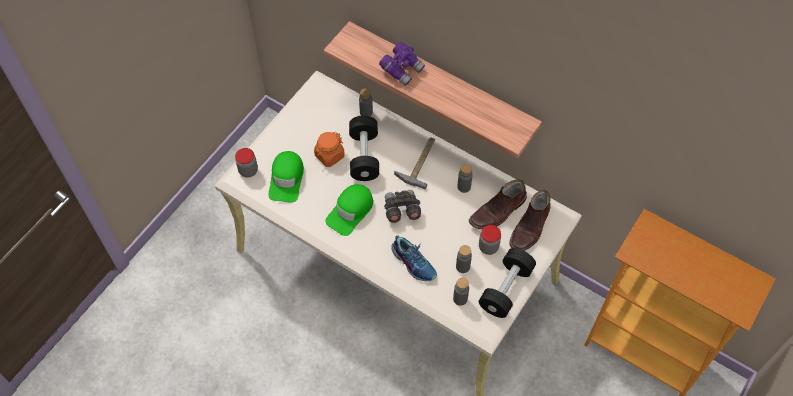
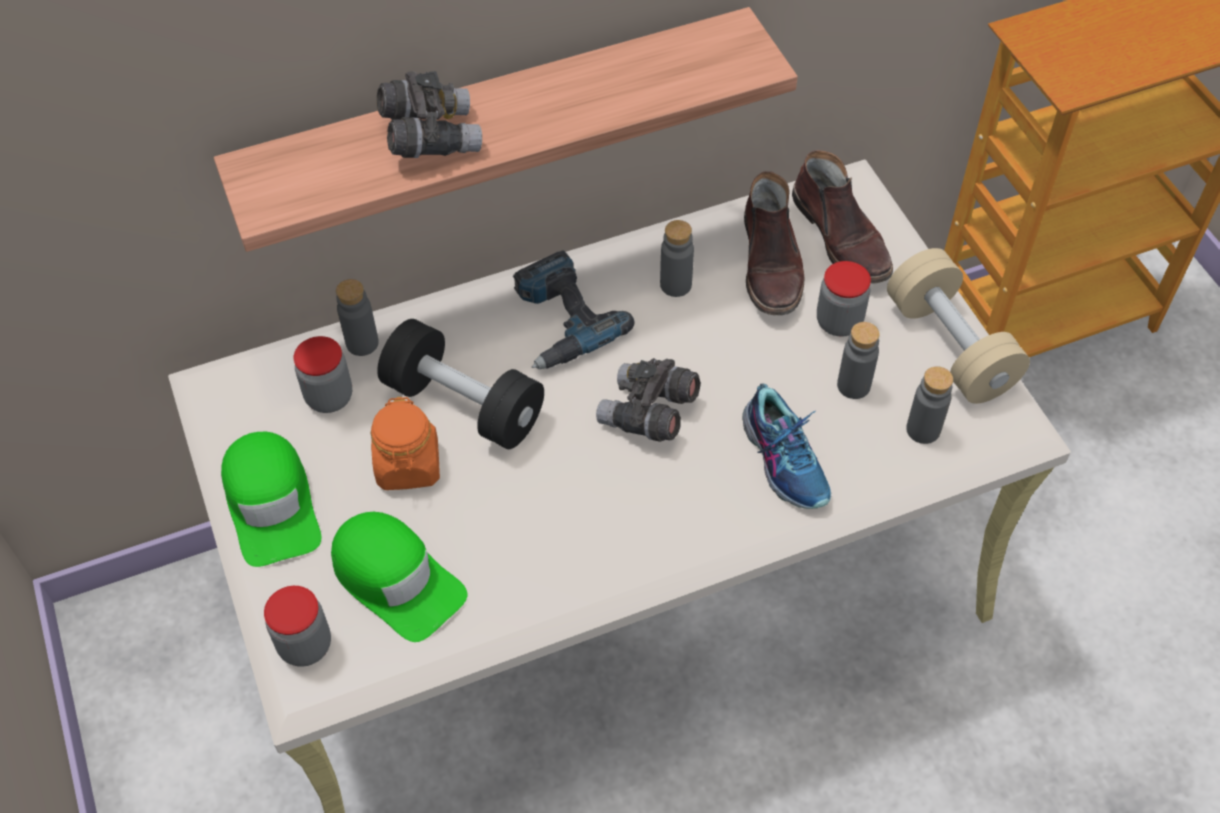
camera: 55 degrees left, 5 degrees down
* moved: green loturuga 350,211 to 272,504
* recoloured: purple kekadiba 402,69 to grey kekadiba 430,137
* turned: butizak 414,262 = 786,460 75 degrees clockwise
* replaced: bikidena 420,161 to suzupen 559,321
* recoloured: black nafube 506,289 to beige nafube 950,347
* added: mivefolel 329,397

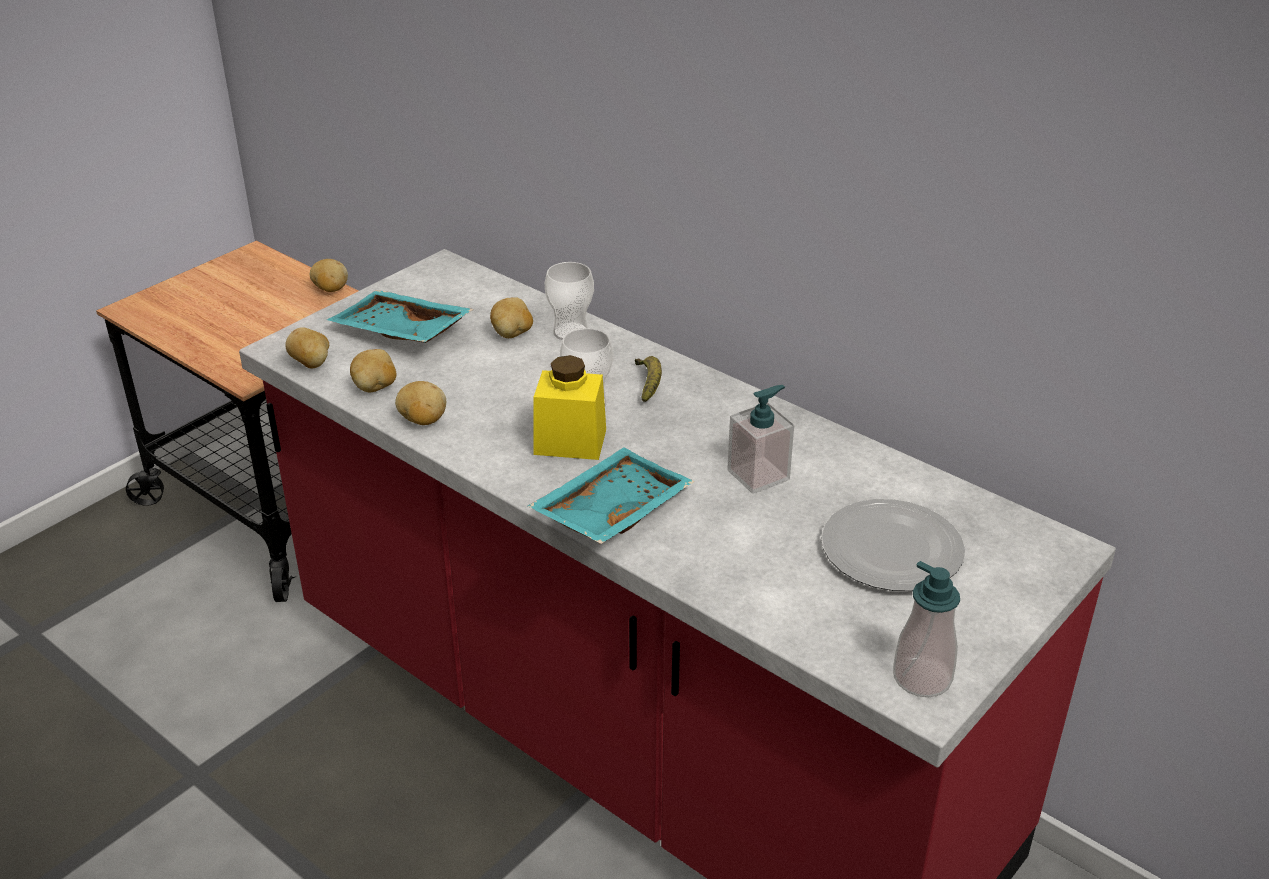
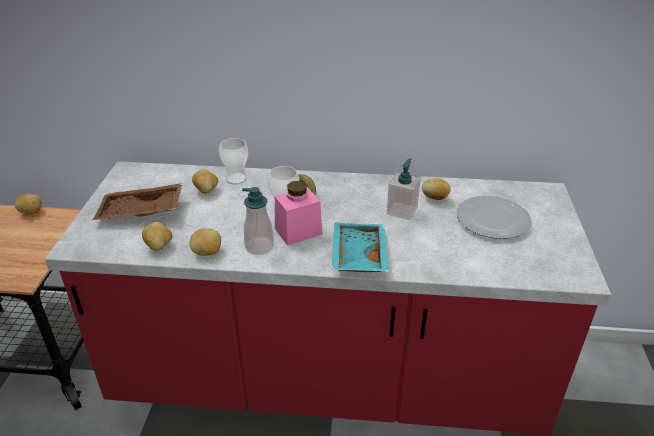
camera: 35 degrees left, 0 degrees up
* moved: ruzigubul 311,364 to 435,198
* recoloured: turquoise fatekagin 399,333 to brown fatekagin 141,212
* recoloured: yellow mivefolel 570,442 to pink mivefolel 298,231
* moved: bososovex 922,678 to 259,246

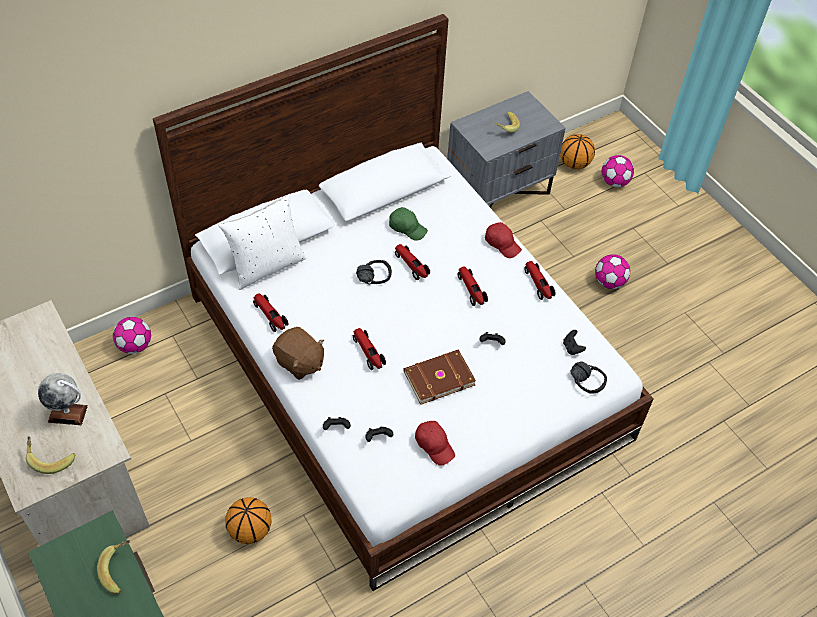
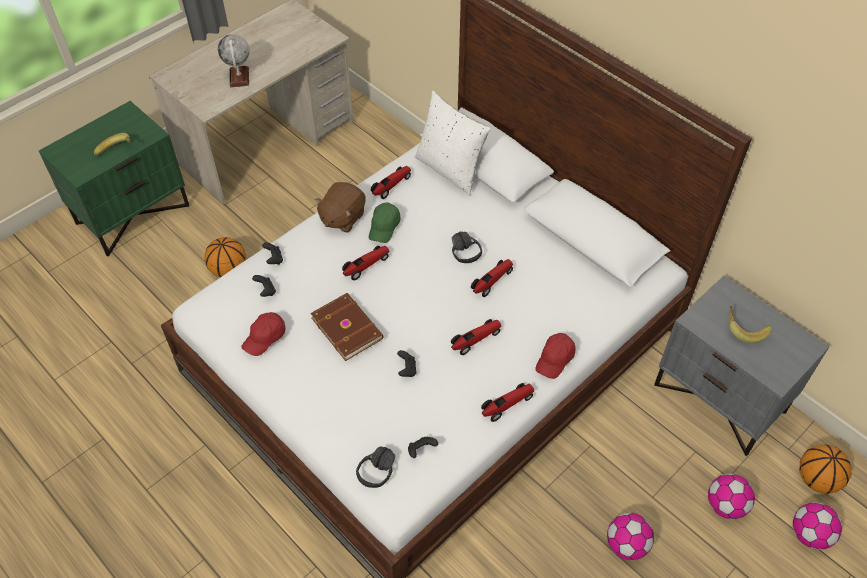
camera: 80 degrees right, 0 degrees up
* removed: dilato 51,458
* moved: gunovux 135,346 to 725,505
* moved: green loturuga 407,228 to 384,227

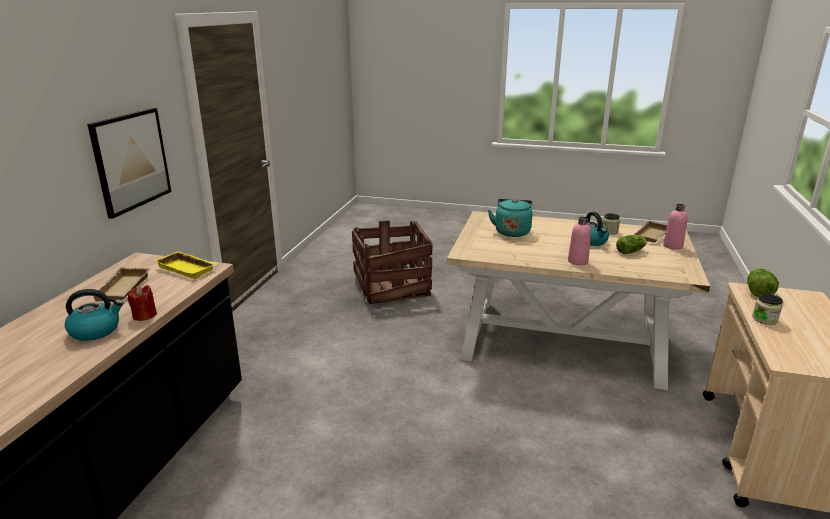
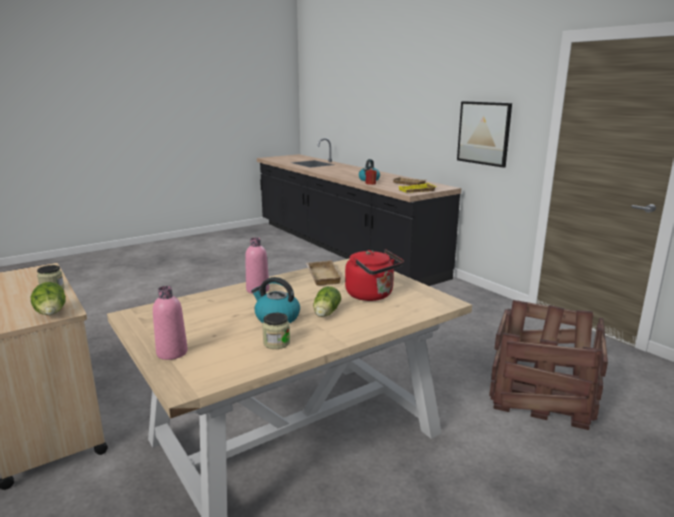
camera: 130 degrees right, 5 degrees down
* recoloured: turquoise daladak 512,231 to red daladak 372,295
* moved: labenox 631,251 to 325,313
* moved: beige fatekagin 653,236 to 321,276

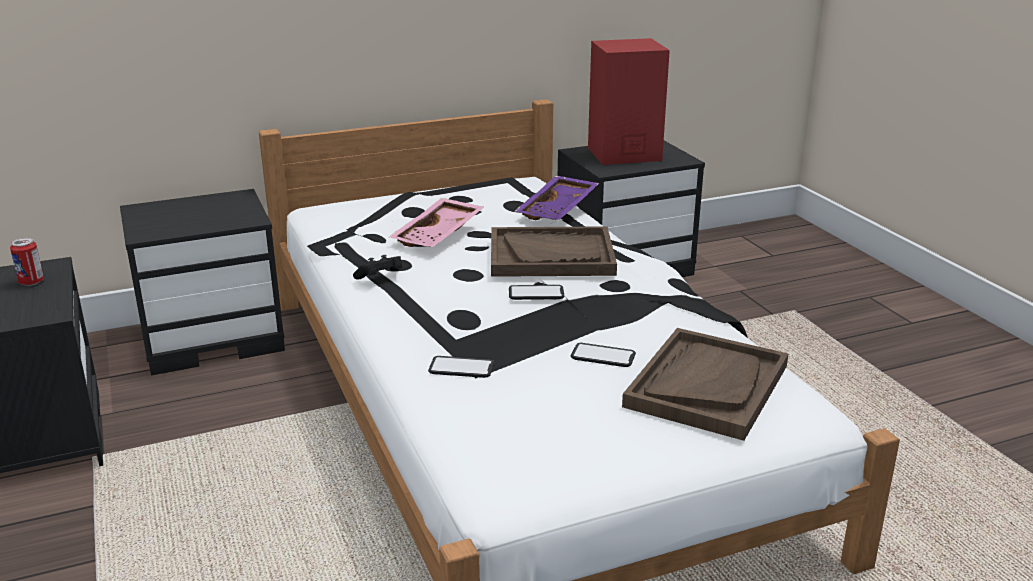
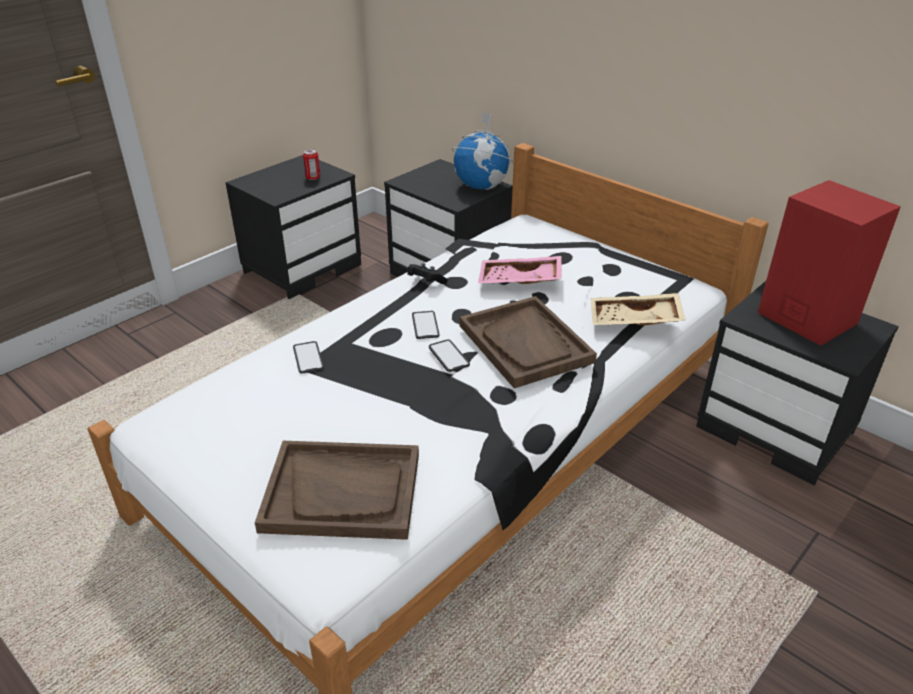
camera: 65 degrees right, 10 degrees up
* recoloured: purple fatekagin 559,209 to beige fatekagin 634,321
* moved: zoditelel 603,356 to 425,325
* added: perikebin 481,186

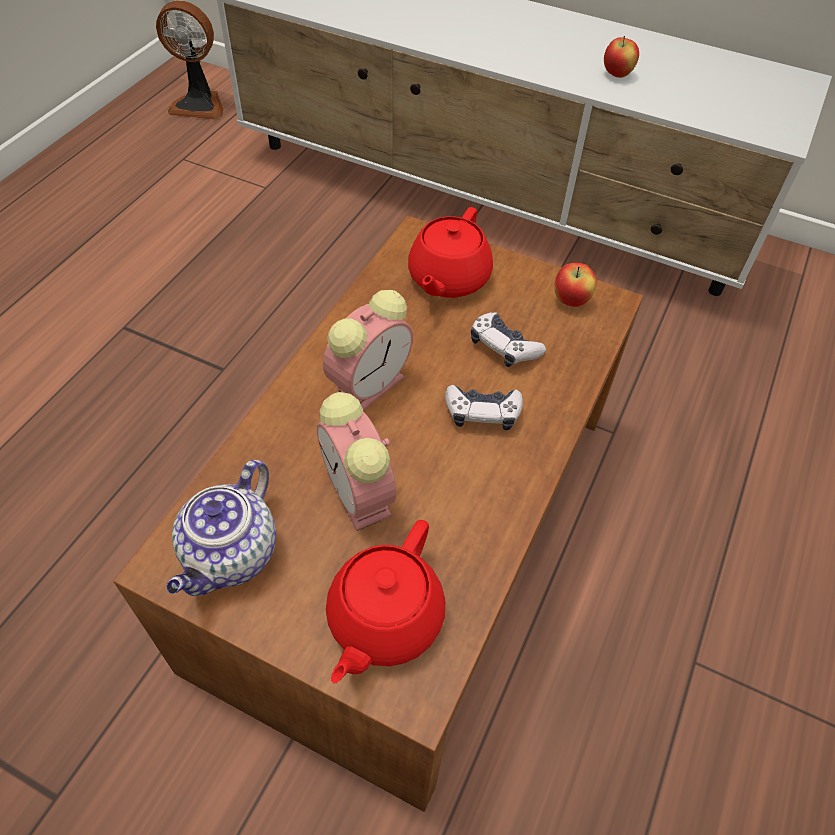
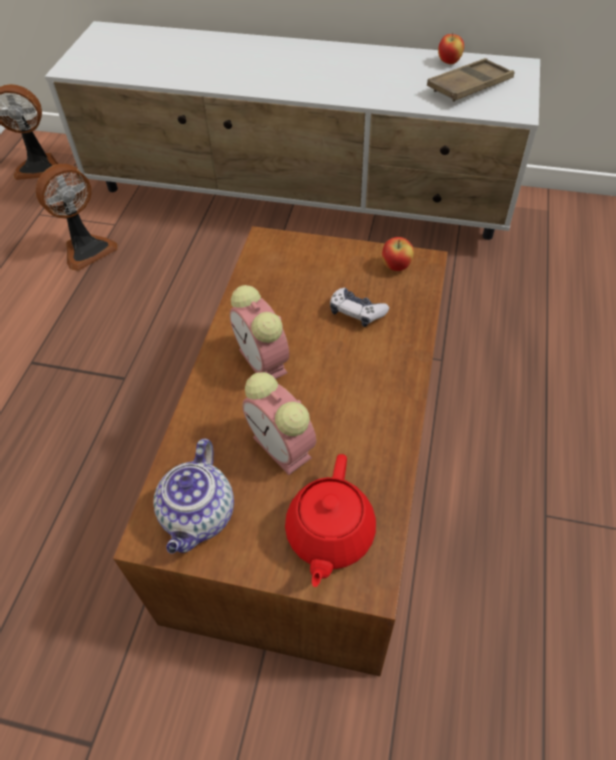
camera: 10 degrees left, 0 degrees up
* turned: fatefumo 370,384 = 265,362 120 degrees clockwise
* removed: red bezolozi 447,279
* removed: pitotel 482,413
* moved: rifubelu 617,75 to 449,62
* added: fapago 87,249
* added: brown fatekagin 469,86

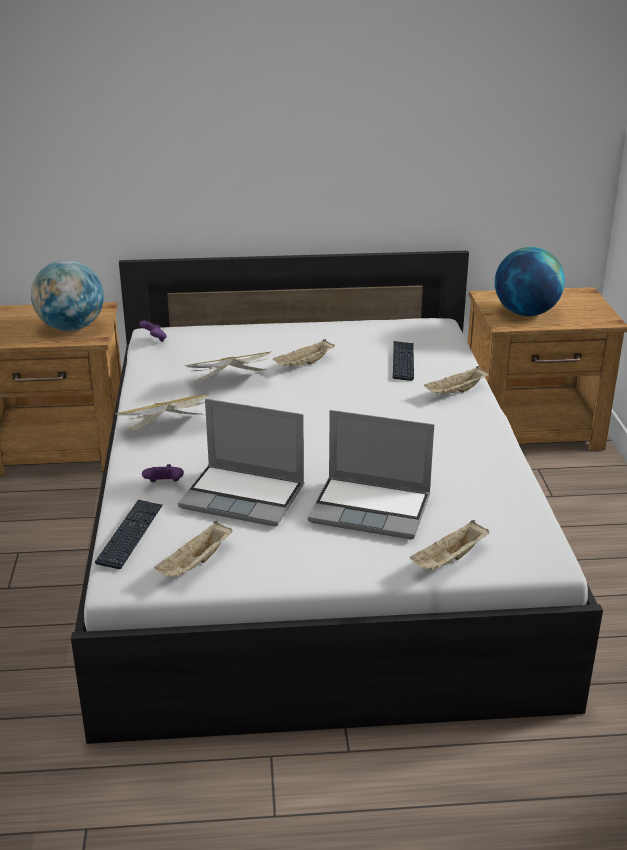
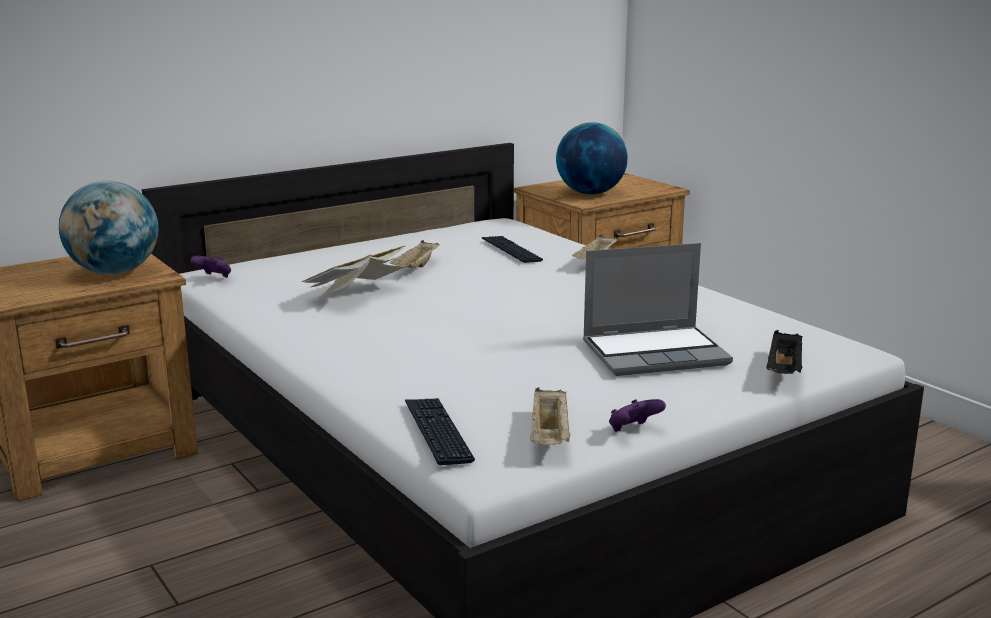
camera: 30 degrees left, 10 degrees down
* removed: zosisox 164,428
* moved: purple pitotel 164,485 to 633,430
* removed: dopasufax 245,496
* recoloured: beige fatekagin 449,560 to black fatekagin 784,370

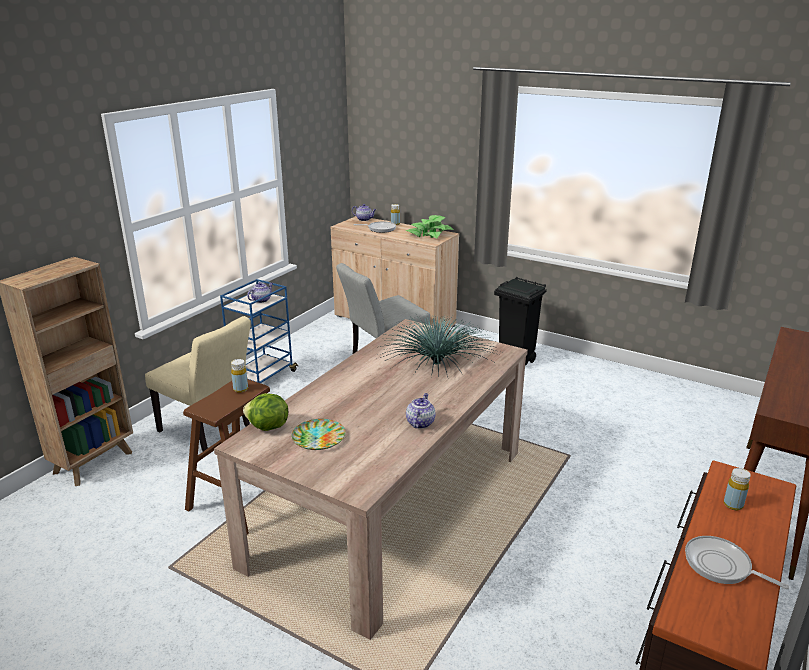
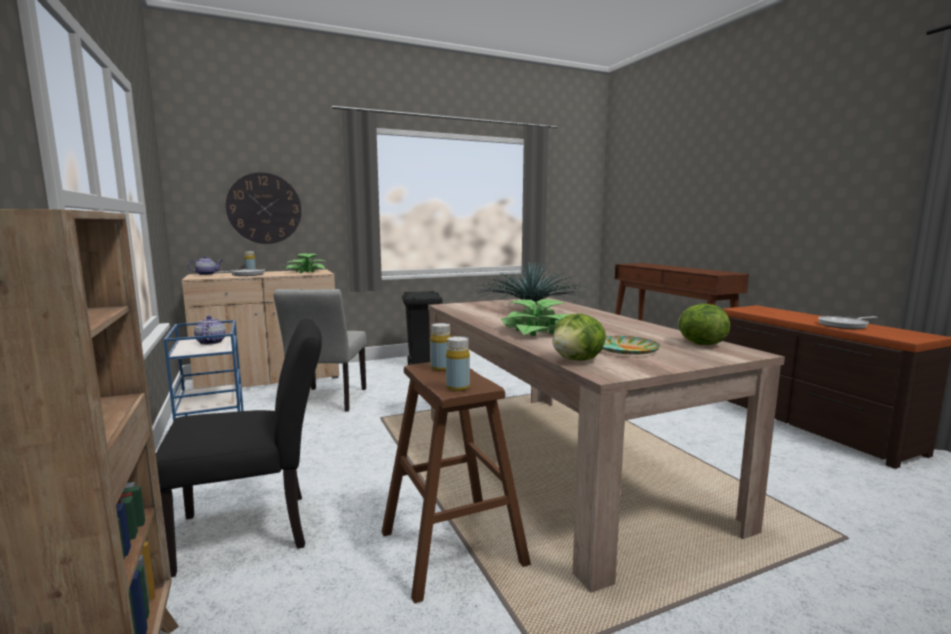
camera: 55 degrees left, 15 degrees down
* recoloured: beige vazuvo 209,430 to black vazuvo 256,529
* removed: bezolozi 420,422
* moved: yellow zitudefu 733,505 to 458,387
* added: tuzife 264,208
* added: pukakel 538,332
* added: labenox 700,344

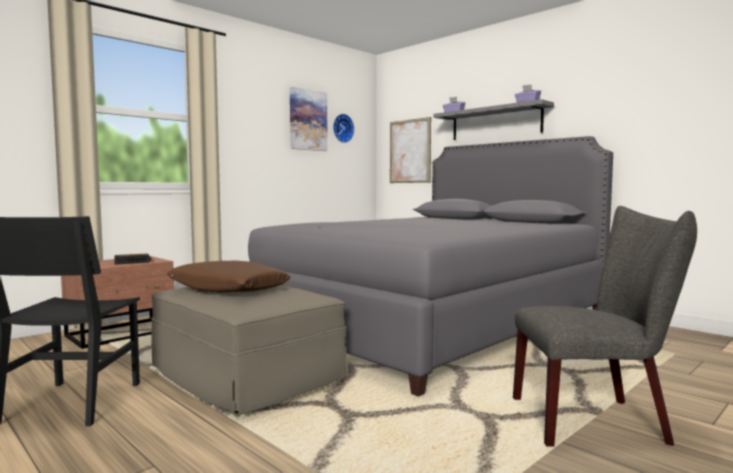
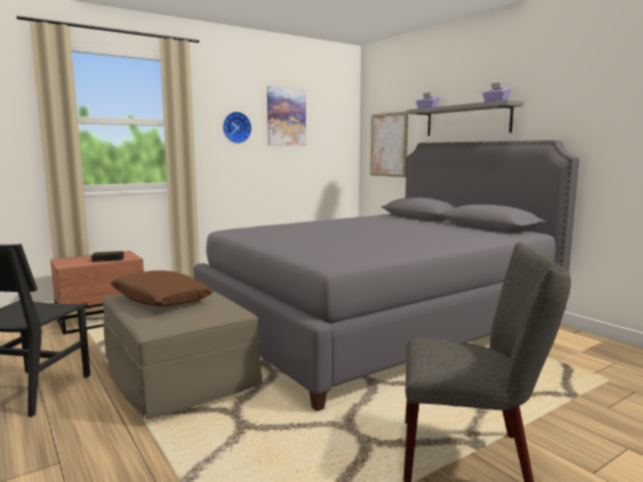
camera: 10 degrees right, 5 degrees up
* moved: tuzife 342,128 to 236,127

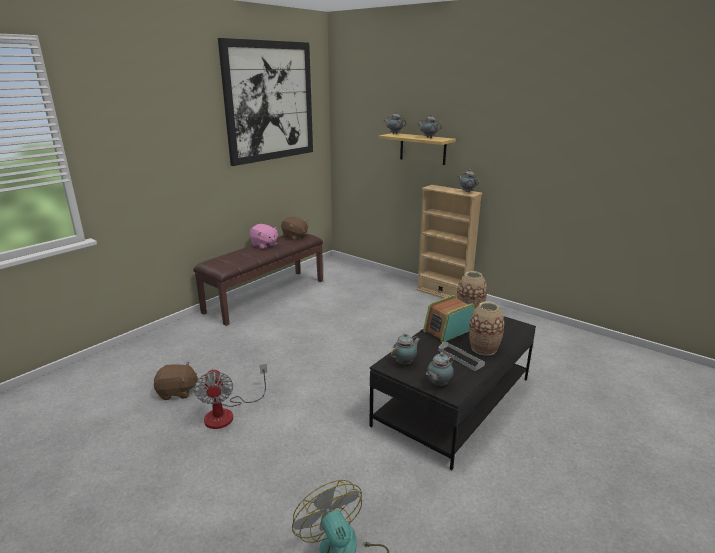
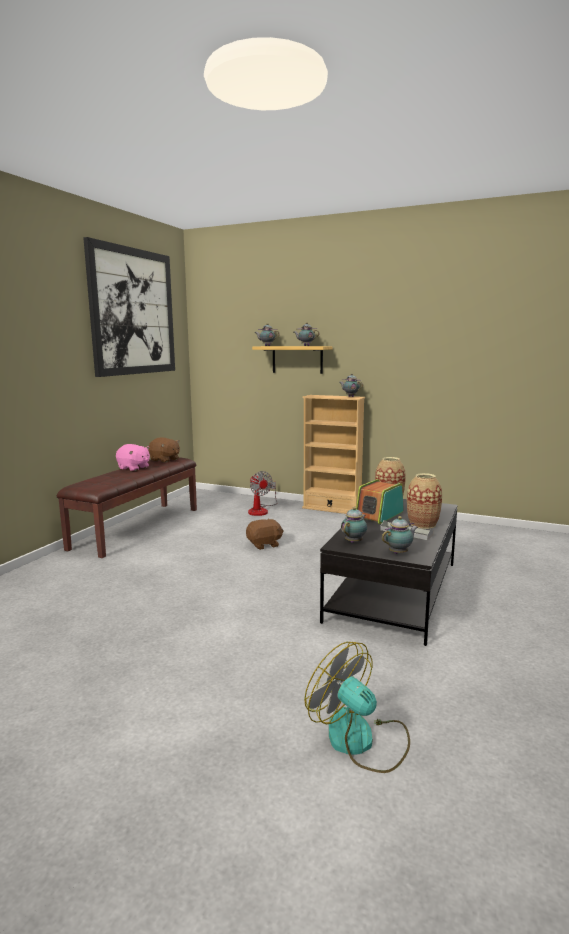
camera: 15 degrees left, 10 degrees down
* moved: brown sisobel 177,392 to 264,545
* moved: fapago 227,413 to 261,510
* turned: bezolozi 438,384 = 399,553 150 degrees counterclockwise

